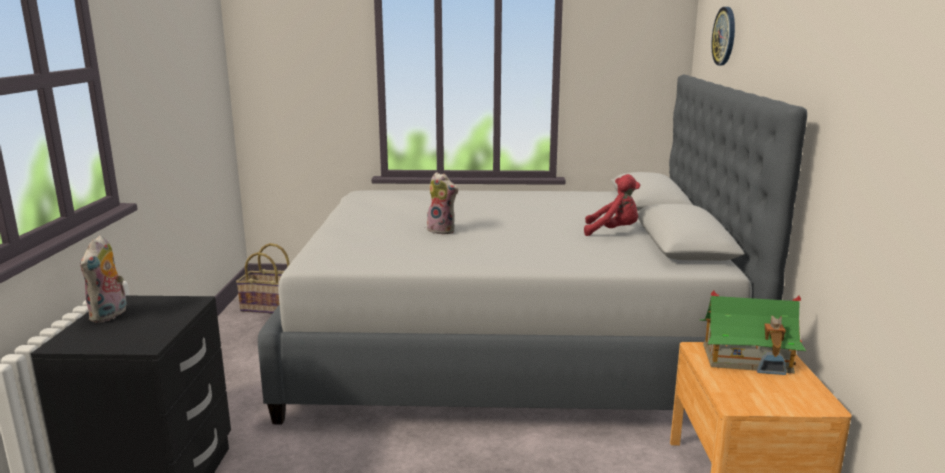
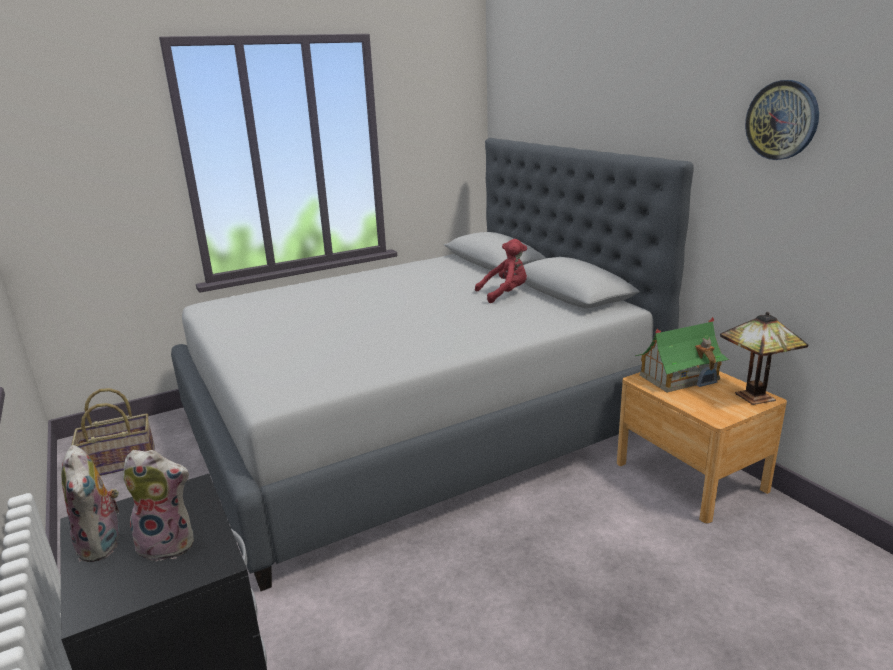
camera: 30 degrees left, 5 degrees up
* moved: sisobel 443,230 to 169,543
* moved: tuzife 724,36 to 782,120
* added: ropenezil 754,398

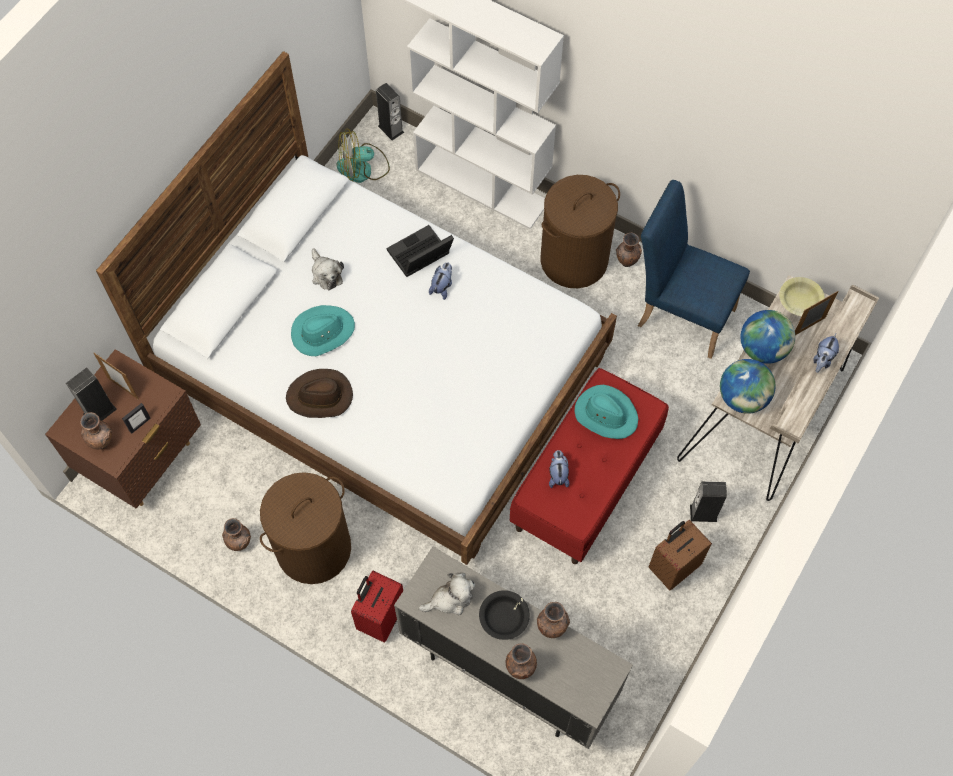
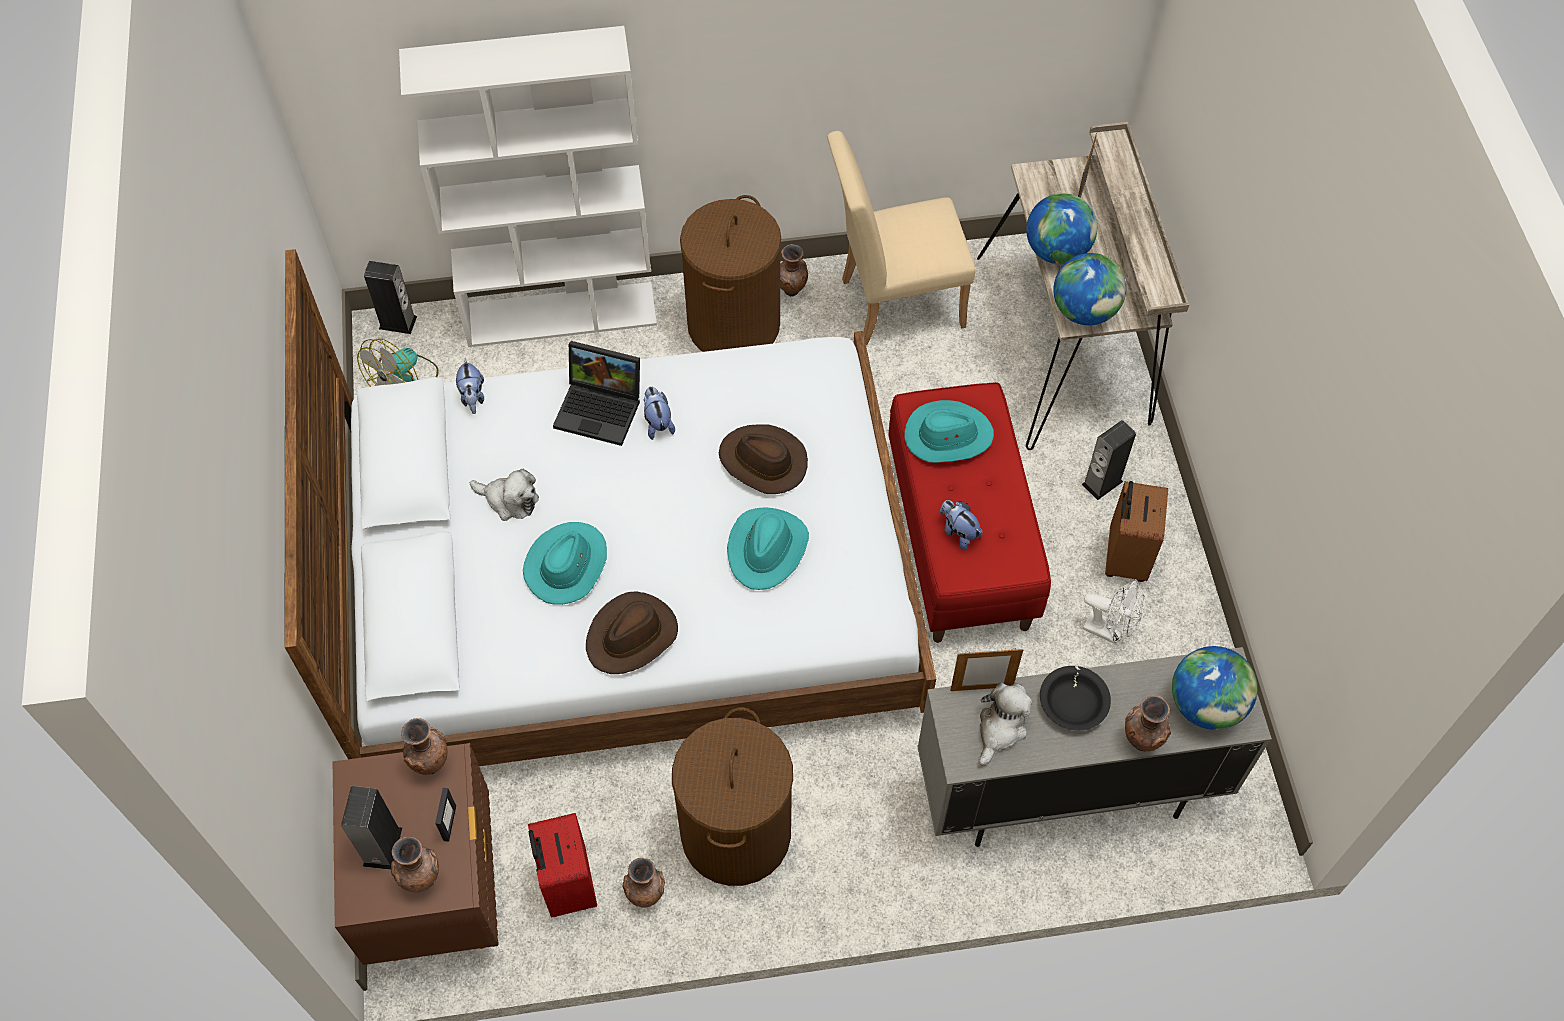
camera: 40 degrees left, 5 degrees down
* moved: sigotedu 123,388 to 981,688
* moved: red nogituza 380,617 to 567,885
* turned: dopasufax 420,257 = 602,408 90 degrees counterclockwise
* moved: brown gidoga 551,628 to 431,764
* recoloured: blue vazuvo 680,312 to beige vazuvo 892,303
* removed: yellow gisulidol 800,300
* moved: sisobel 822,359 to 472,397
* added: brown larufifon 763,462
* added: turquoise larufifon 767,549
* added: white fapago 1109,631
* added: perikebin 1205,705

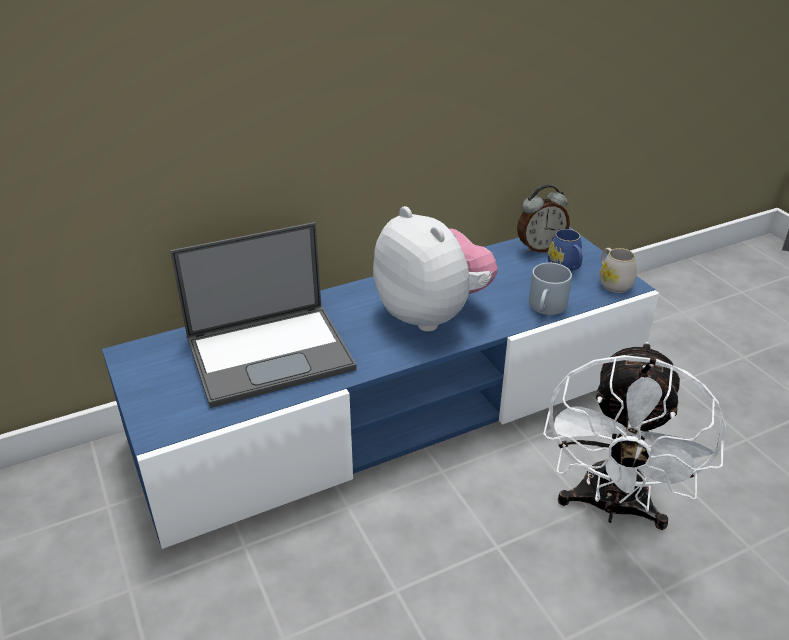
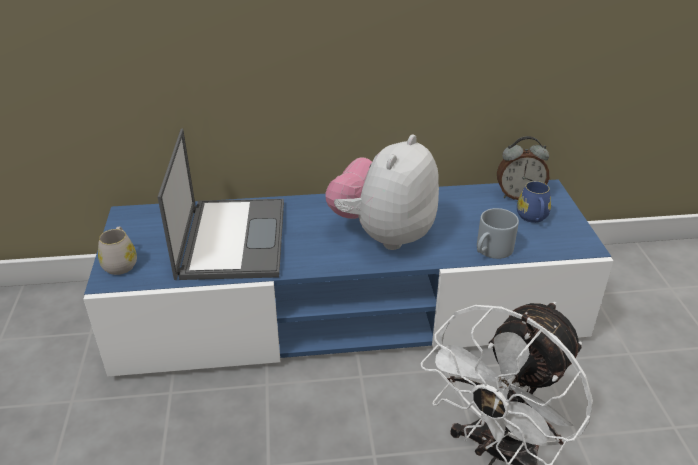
camera: 20 degrees right, 0 degrees up
* turned: dopasufax 271,353 = 232,238 90 degrees counterclockwise
* turned: sisobel 432,314 = 383,234 135 degrees counterclockwise
* moved: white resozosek 612,283 to 121,263

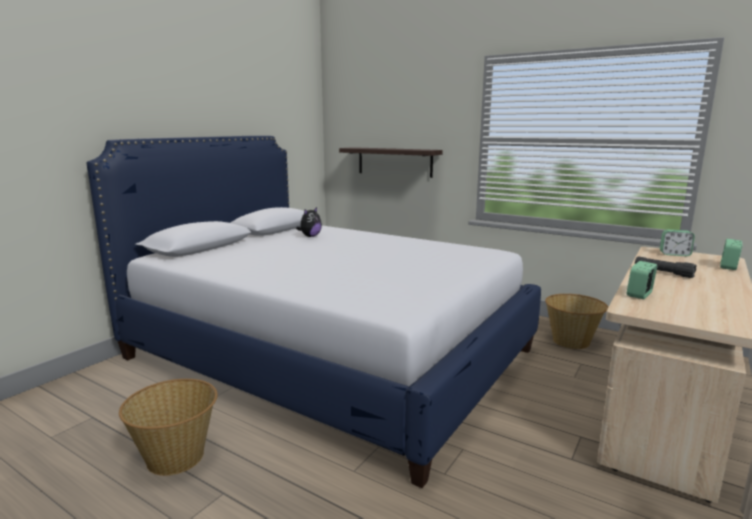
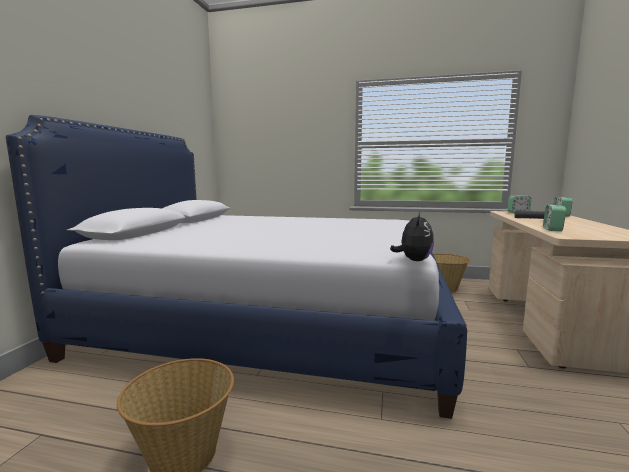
camera: 20 degrees left, 5 degrees down
* moved: sisobel 310,236 to 413,260
* removed: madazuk 394,162

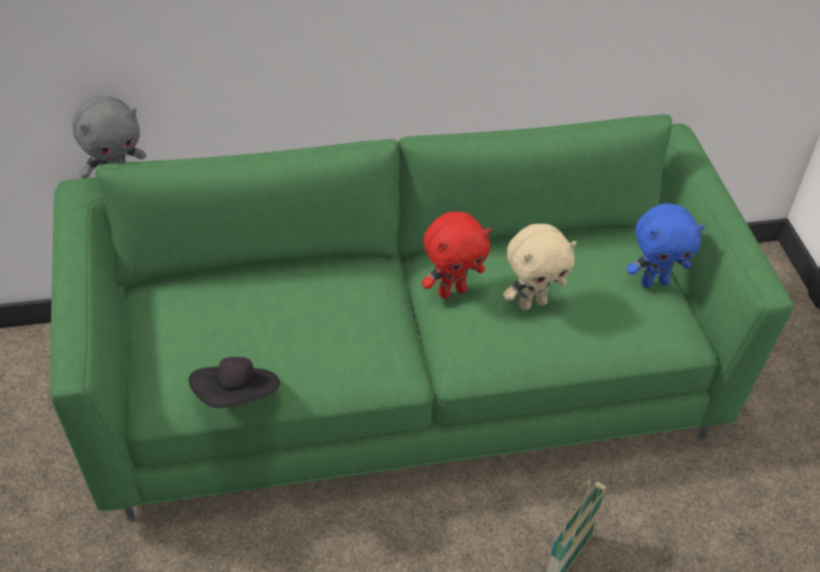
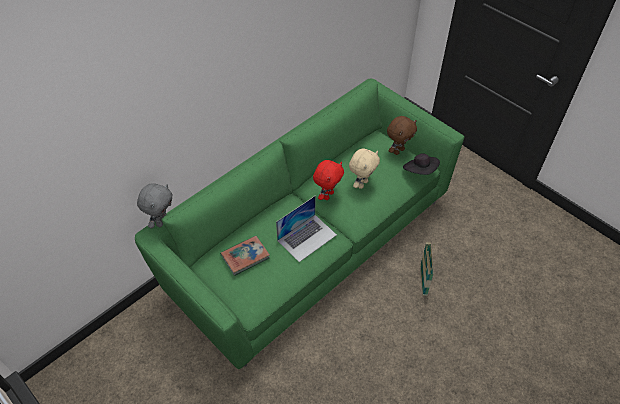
camera: 30 degrees left, 5 degrees up
* moved: black larufifon 237,397 to 420,171
* recoloured: blue sisobel 654,282 to brown sisobel 398,151
* added: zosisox 245,257
* added: dopasufax 307,237

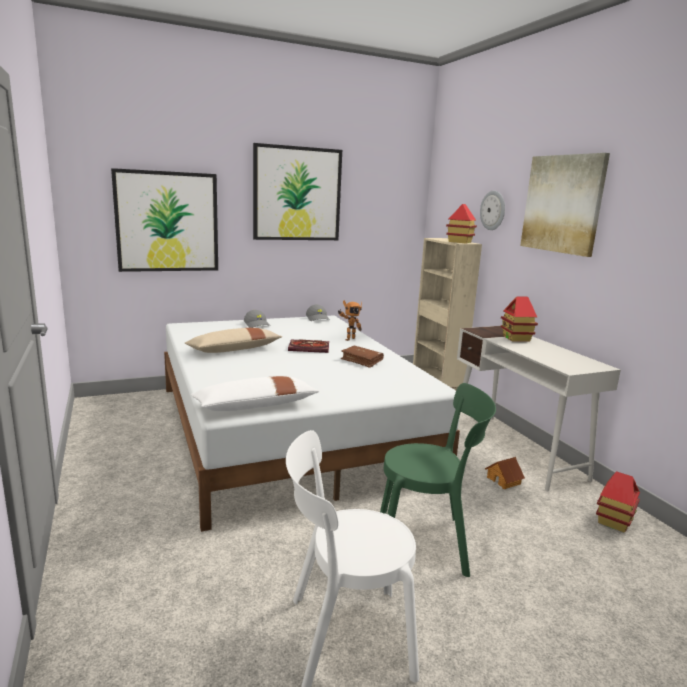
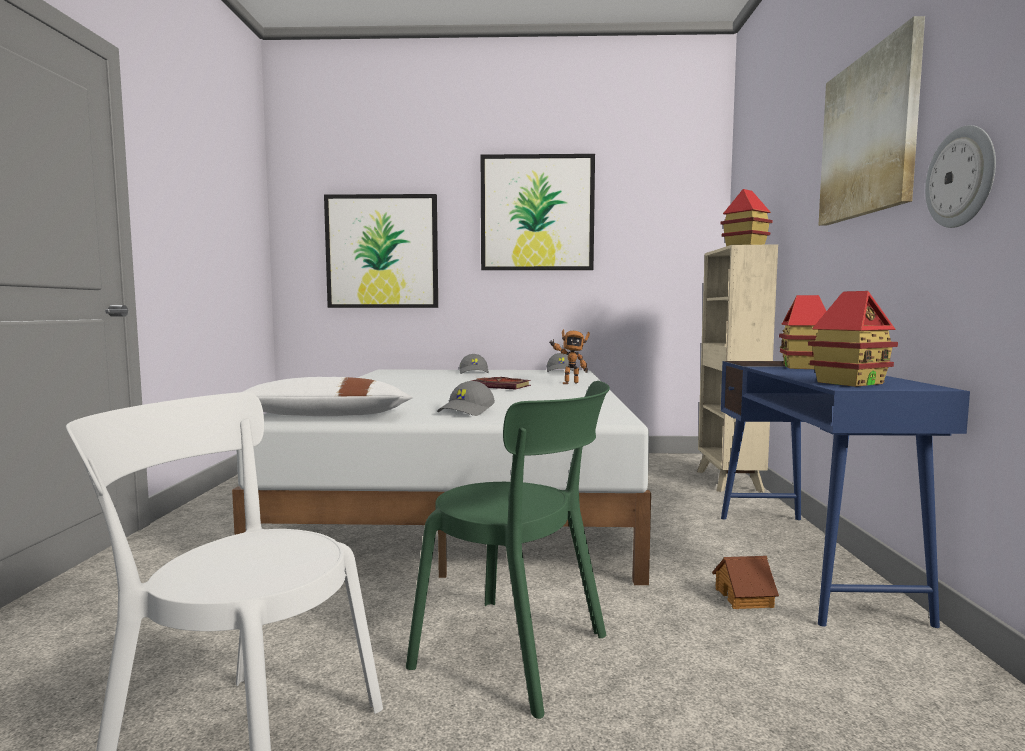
camera: 25 degrees right, 10 degrees down
* removed: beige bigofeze 234,350
* removed: brown zosisox 362,361
* recoloured: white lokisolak 516,449 to blue lokisolak 808,561
* moved: tuzife 493,210 to 961,177
* moved: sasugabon 613,521 to 849,383
* added: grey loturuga 467,411

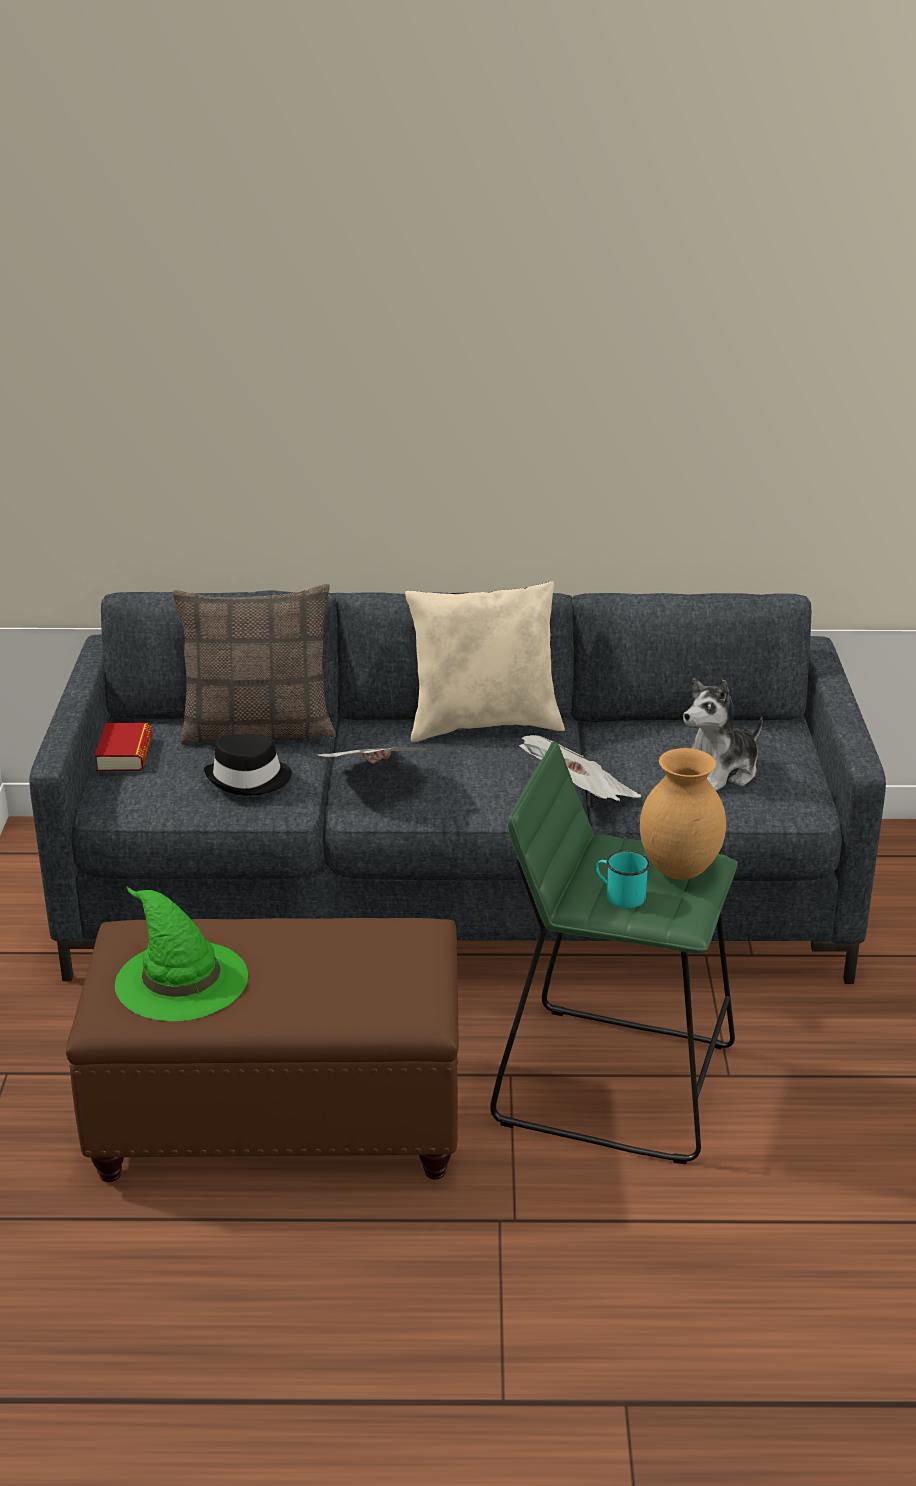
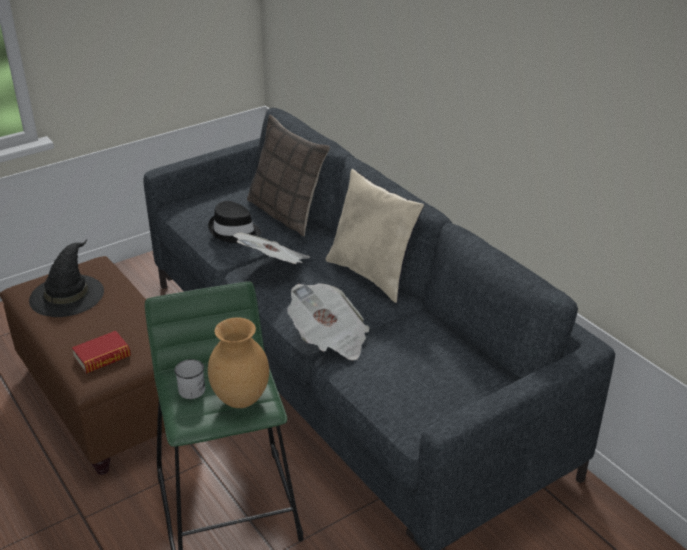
camera: 55 degrees right, 5 degrees up
* moved: zosisox 125,754 to 102,357
* recoloured: green larufifon 179,979 to black larufifon 67,294
* recoloured: turquoise resozosek 619,895 to white resozosek 192,387
* removed: sisobel 719,772

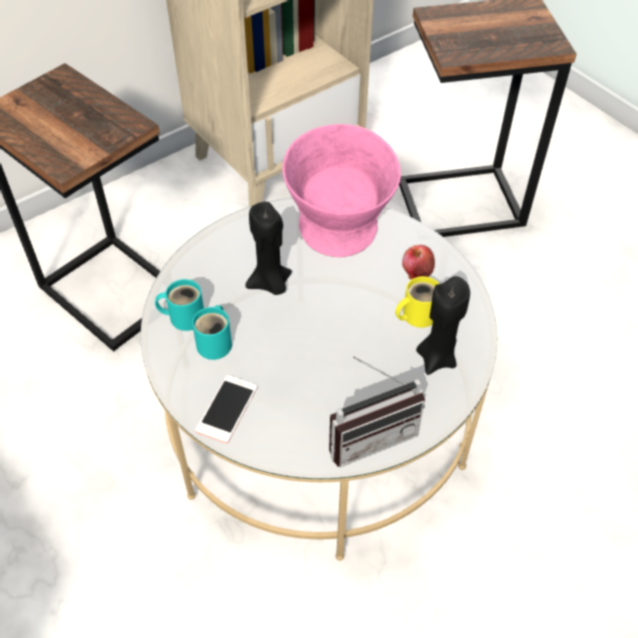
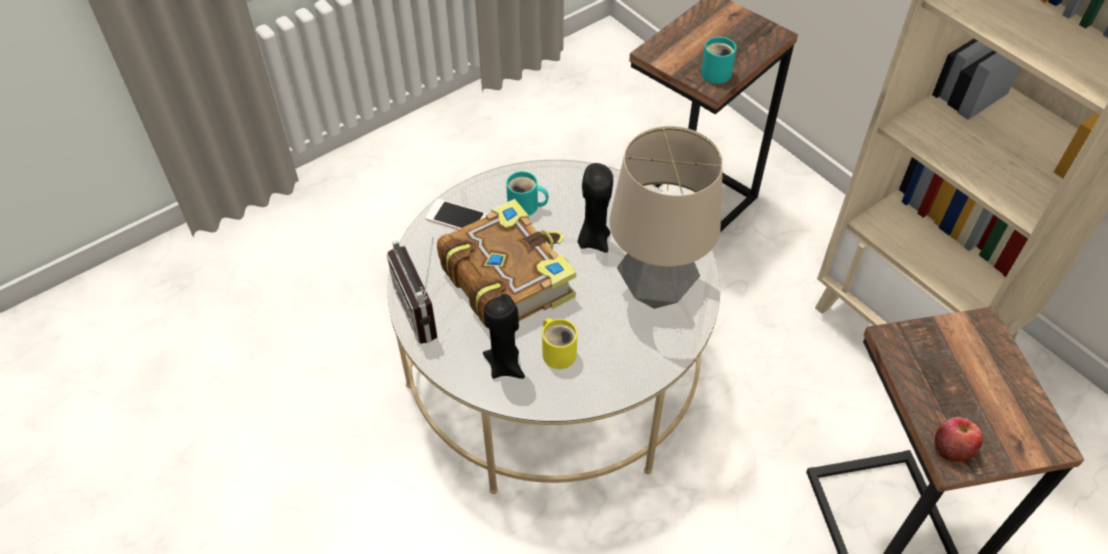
camera: 90 degrees right, 0 degrees up
* moved: turquoise resozosek 184,316 to 717,71
* replaced: pink gisulidol 338,240 to ropenezil 655,291
* moved: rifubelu 416,272 to 952,447
* added: zosisox 507,278

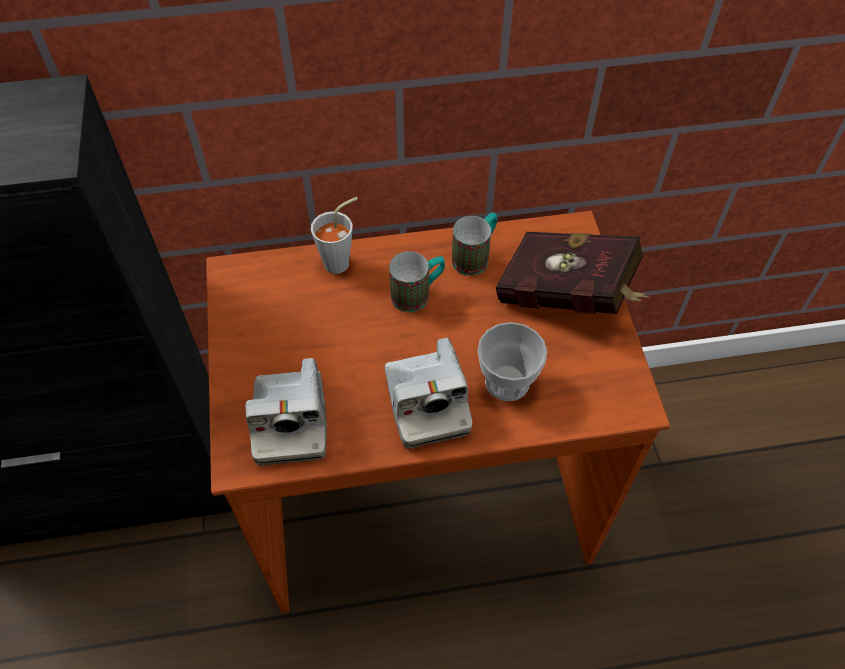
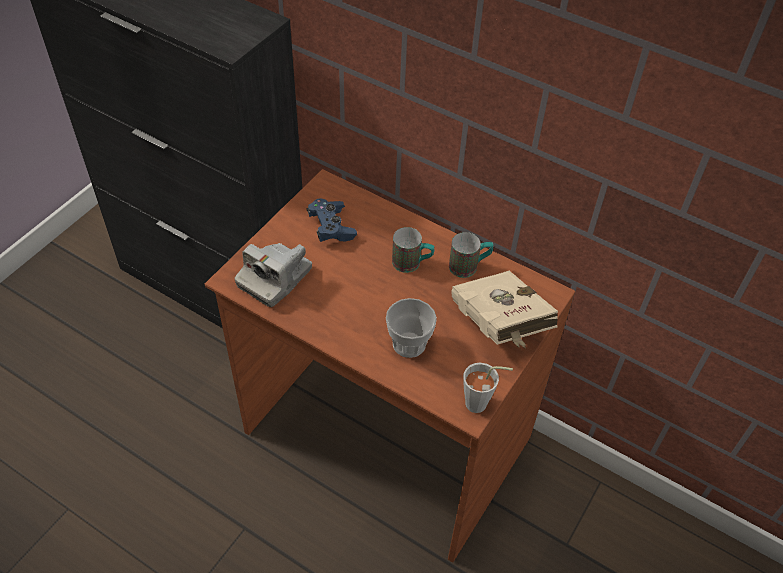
camera: 40 degrees right, 5 degrees down
* moved: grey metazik 342,261 to 481,404
* removed: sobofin 426,403
* recoloured: red zosisox 569,296 to beige zosisox 500,327
* added: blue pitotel 331,227

